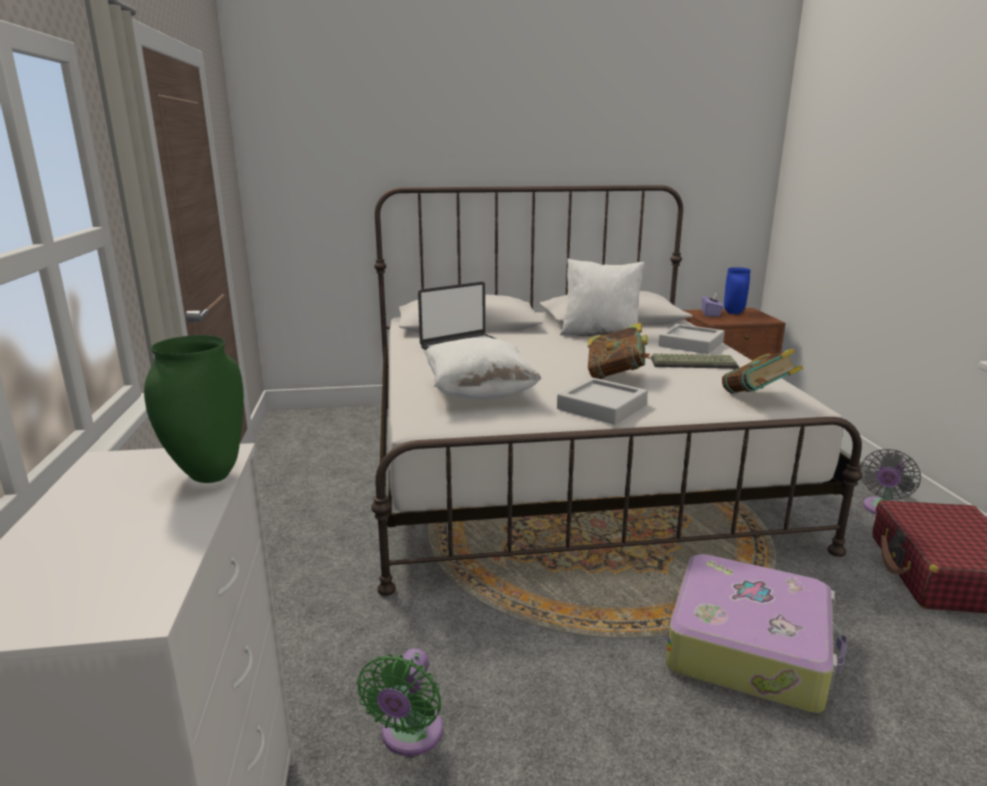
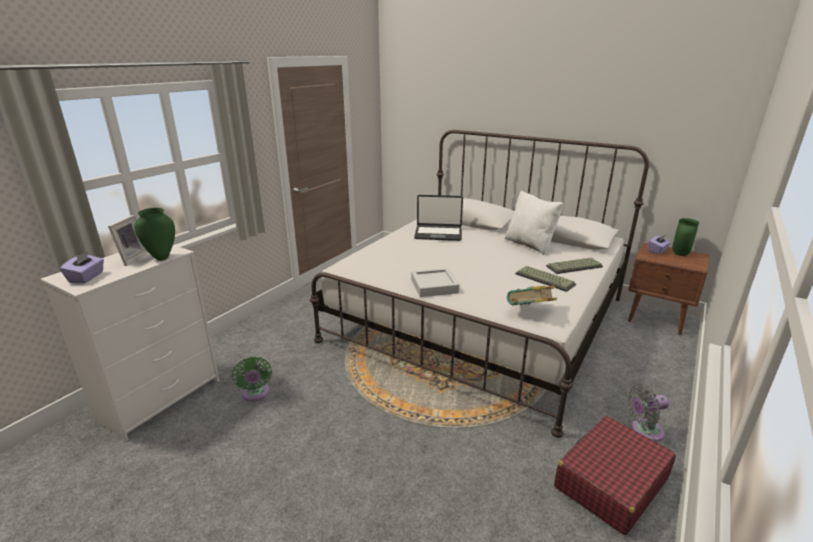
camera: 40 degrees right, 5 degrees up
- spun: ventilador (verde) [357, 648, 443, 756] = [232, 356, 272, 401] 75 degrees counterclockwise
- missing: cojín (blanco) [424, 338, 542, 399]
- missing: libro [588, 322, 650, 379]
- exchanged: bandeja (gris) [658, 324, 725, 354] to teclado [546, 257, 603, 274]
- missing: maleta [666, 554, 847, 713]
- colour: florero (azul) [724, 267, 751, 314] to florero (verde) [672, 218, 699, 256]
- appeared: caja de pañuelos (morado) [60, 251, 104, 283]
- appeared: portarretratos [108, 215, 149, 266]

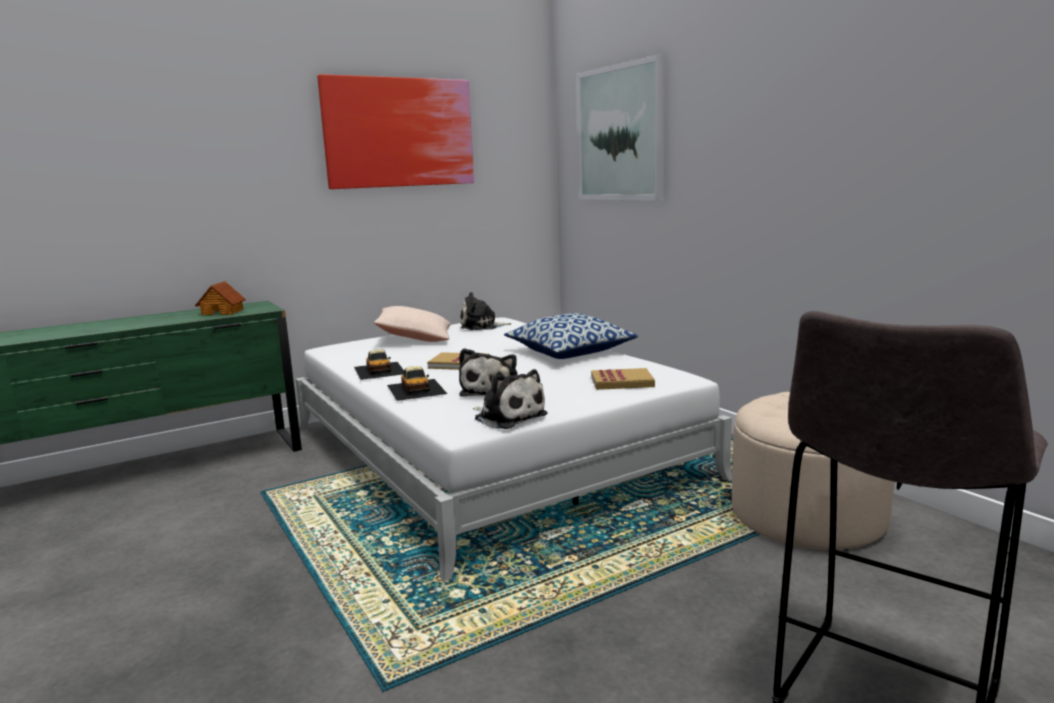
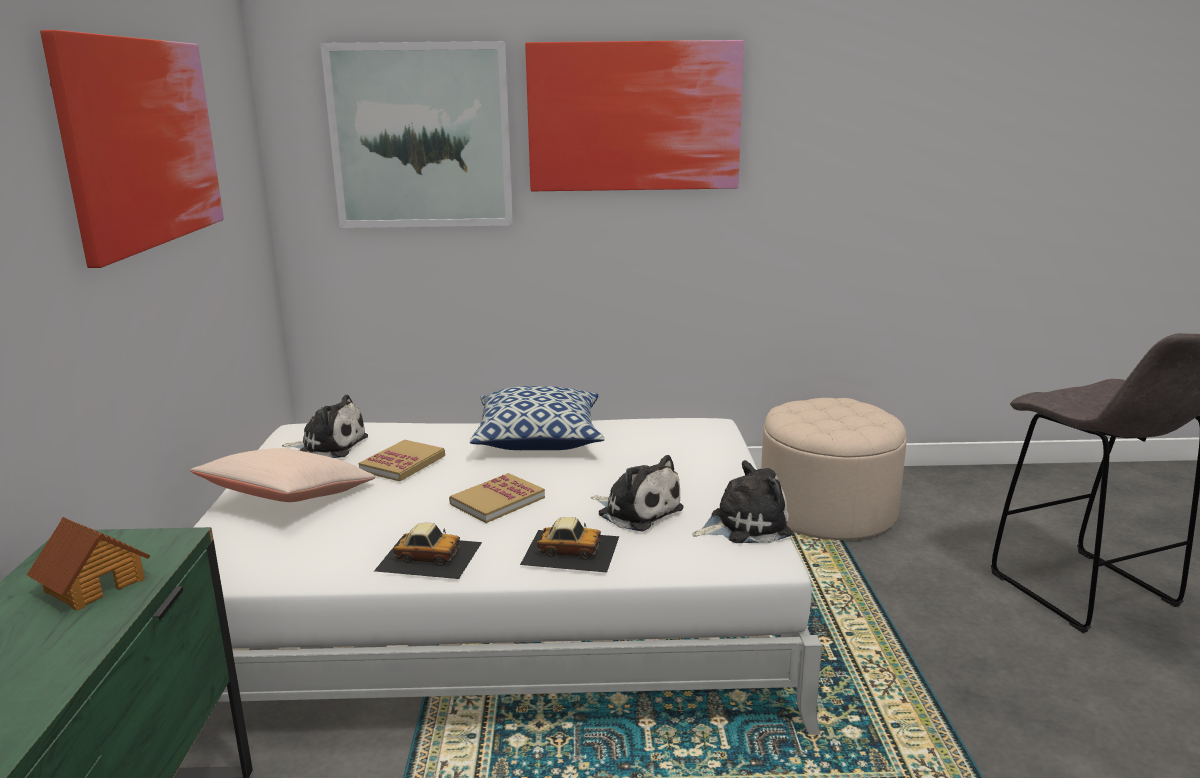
camera: 60 degrees left, 5 degrees up
- spun: peluche [460, 292, 511, 330] = [282, 395, 368, 458] 105 degrees counterclockwise
- relocated: libro [591, 368, 655, 390] to [359, 439, 445, 482]
- appeared: cuadro [525, 40, 744, 191]

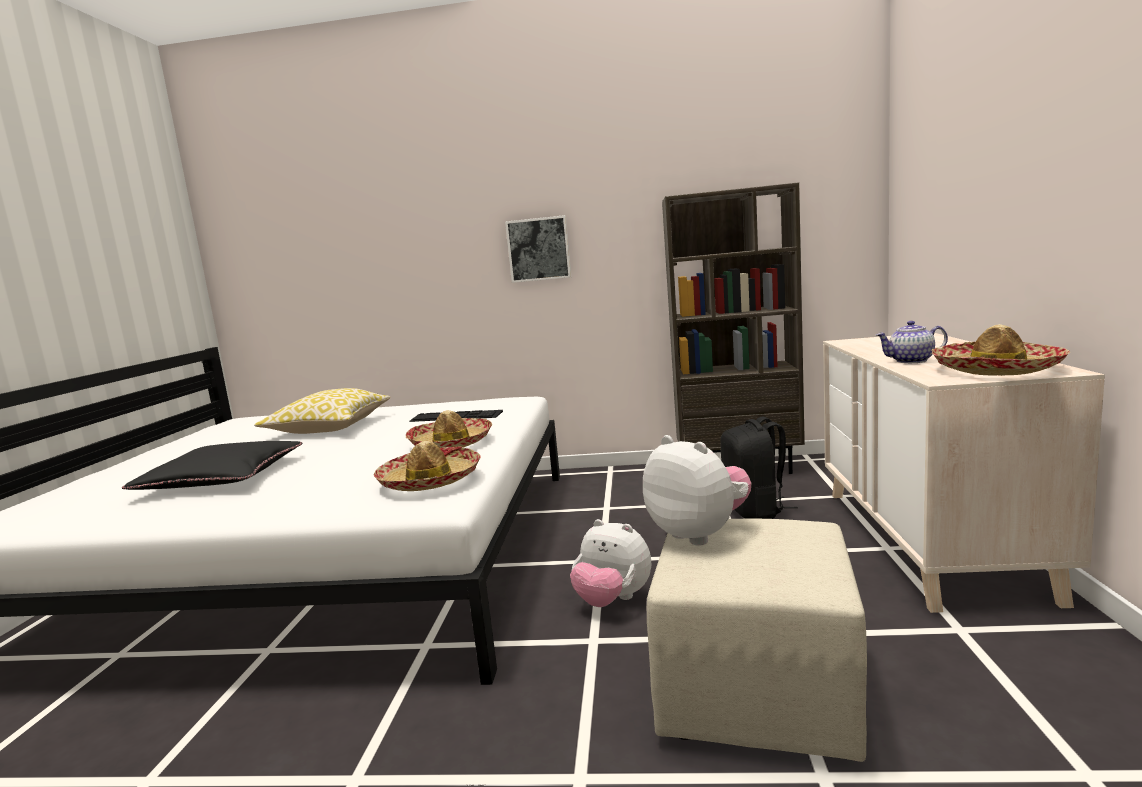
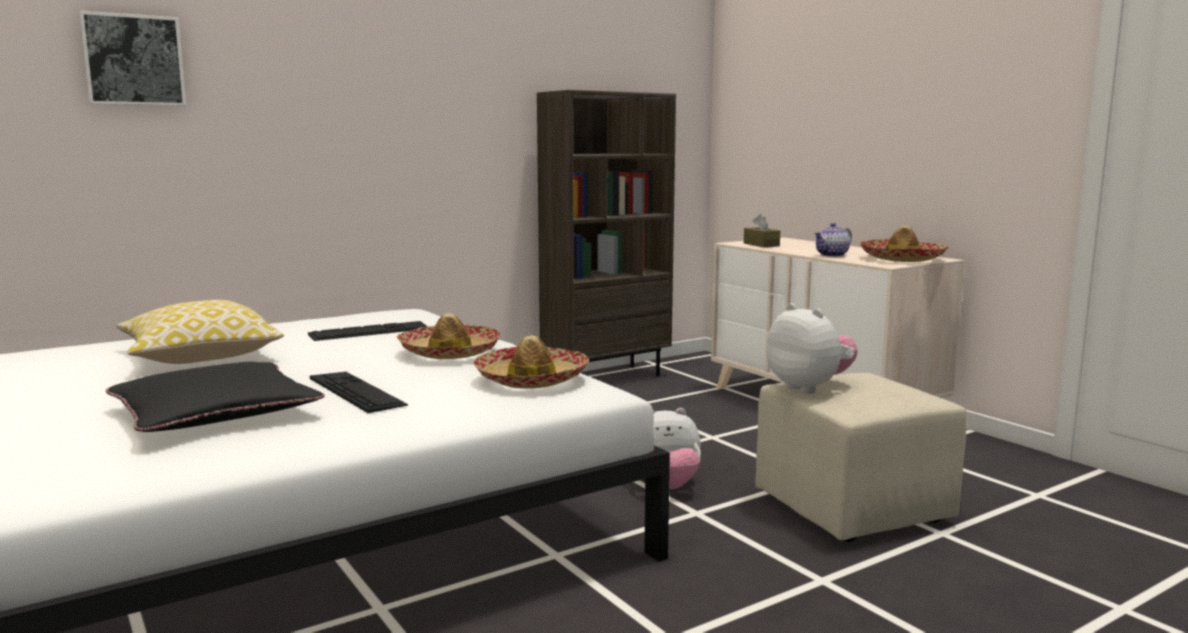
camera: 40 degrees left, 0 degrees up
- relocated: cuadro [505, 215, 571, 283] to [79, 11, 186, 106]
- spun: peluche [643, 435, 751, 546] = [766, 303, 858, 394] 45 degrees clockwise
- missing: mochila (negro) [720, 417, 798, 519]
- appeared: teclado [310, 372, 408, 413]
- appeared: caja de pañuelos (marrón) [744, 214, 780, 247]

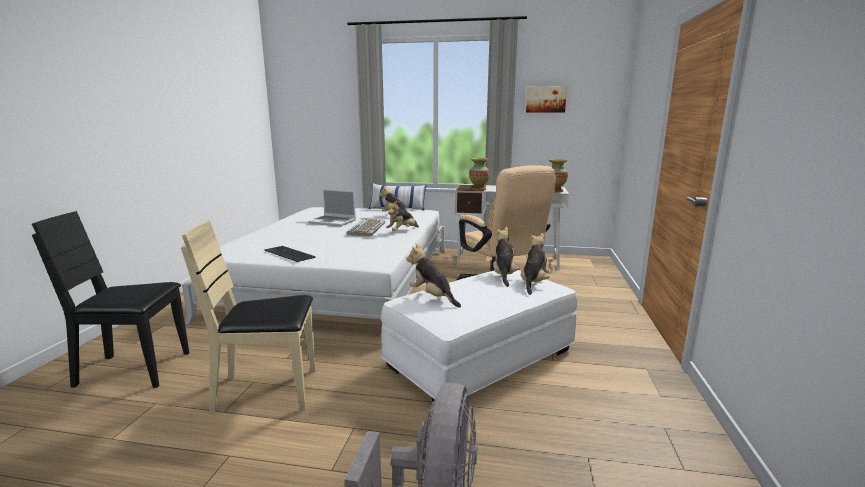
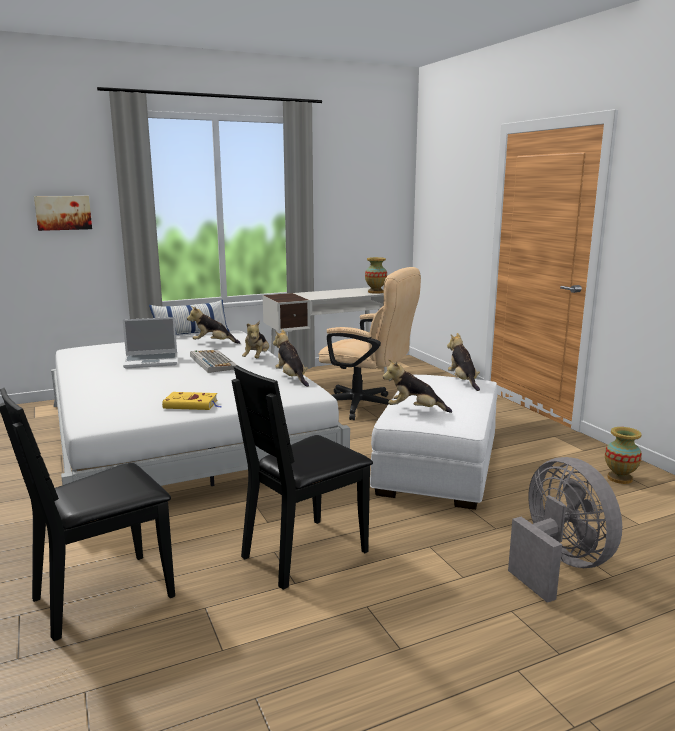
camera: 35 degrees left, 0 degrees up
- colour: silla (beis) [181, 220, 316, 413] to silla (negro) [232, 365, 373, 590]
- exchanged: teclado [265, 246, 316, 262] to libro (amarillo) [162, 392, 222, 410]
- relocated: florero [469, 158, 490, 191] to [605, 427, 642, 484]
- relocated: peluche [493, 227, 520, 287] to [273, 329, 309, 387]
- relocated: cuadro [526, 86, 567, 112] to [34, 196, 92, 231]

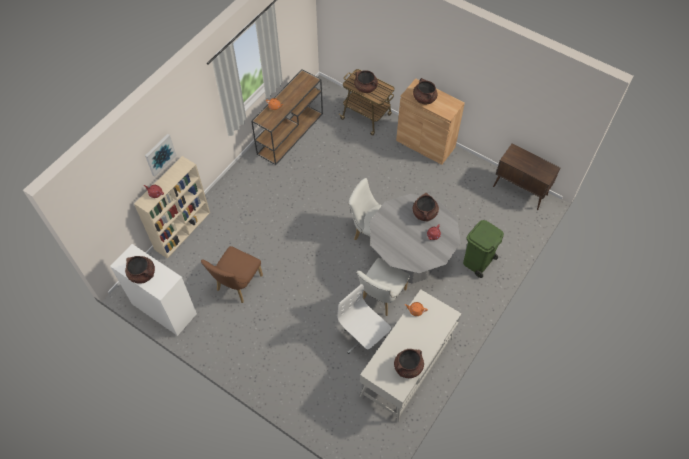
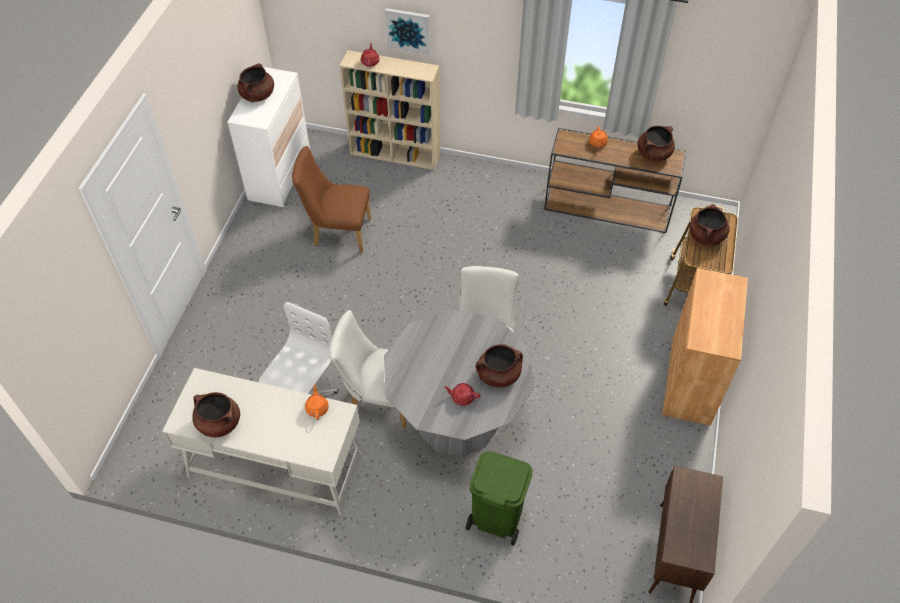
camera: 70 degrees right, 5 degrees down
- relocated: olla (marrón) [413, 78, 438, 104] to [638, 126, 675, 162]

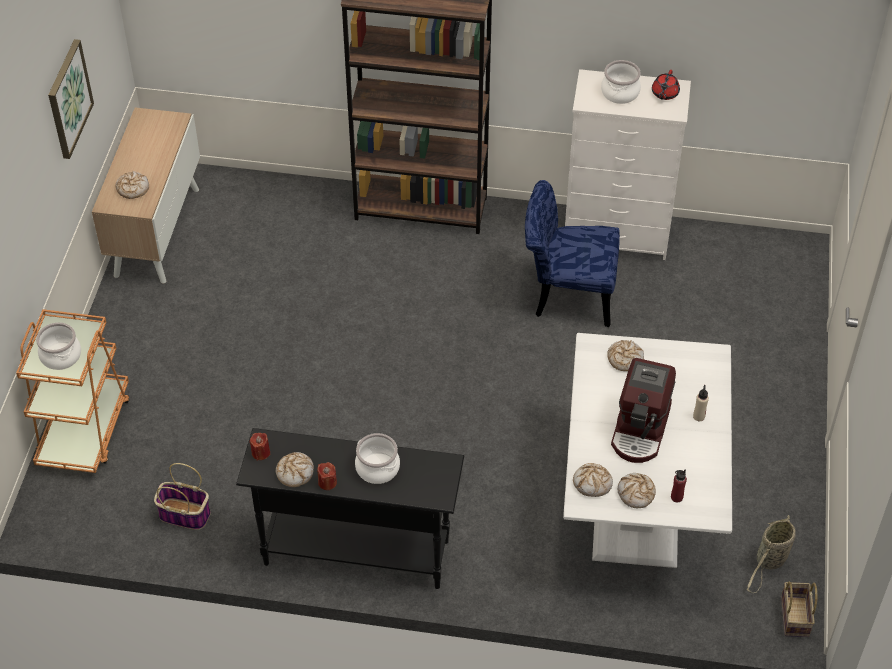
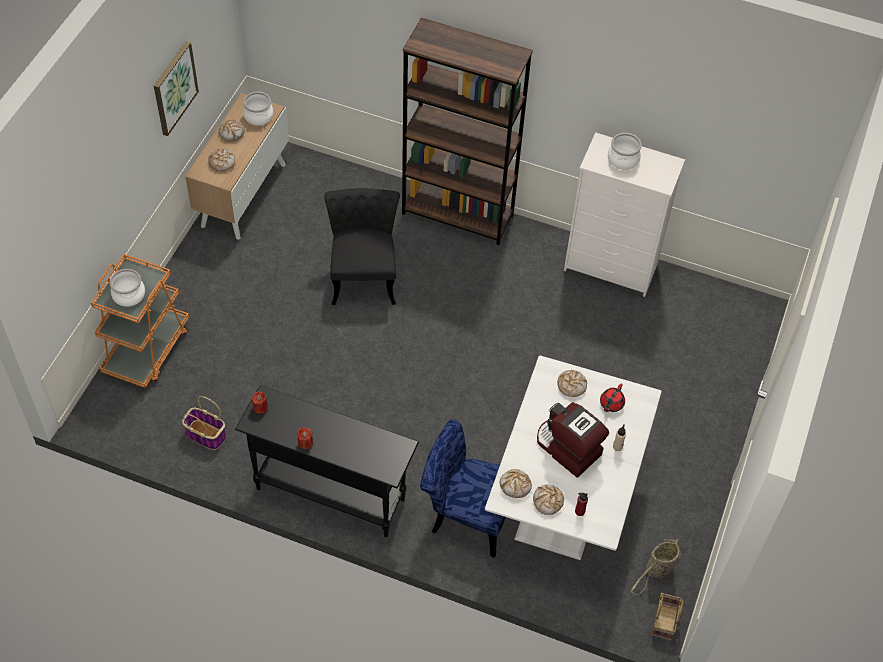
camera: 10 degrees right, 5 degrees up
- relocated: pan [276, 452, 314, 487] to [219, 119, 245, 142]
- relocated: olla [355, 433, 400, 484] to [243, 92, 273, 126]
- relocated: silla (azul) [525, 180, 620, 327] to [420, 419, 506, 558]
- spun: cafetera [611, 358, 676, 463] = [537, 402, 609, 478] 105 degrees clockwise
- relocated: tetera (rojo) [652, 70, 680, 100] to [600, 383, 625, 412]
- appeared: silla (negro) [324, 188, 400, 305]

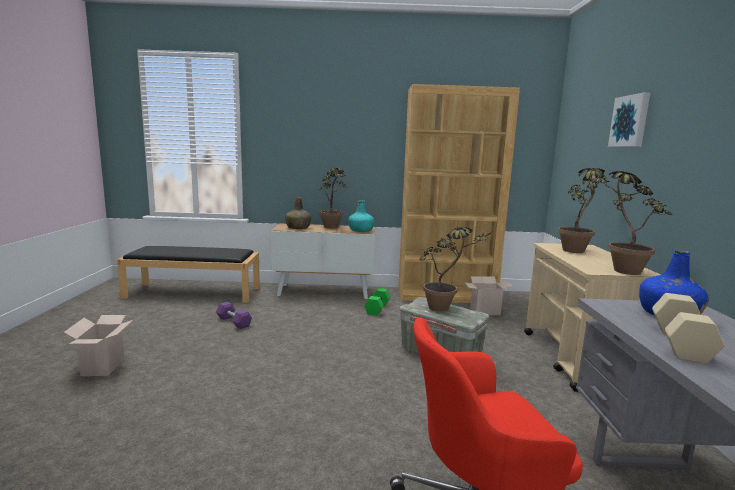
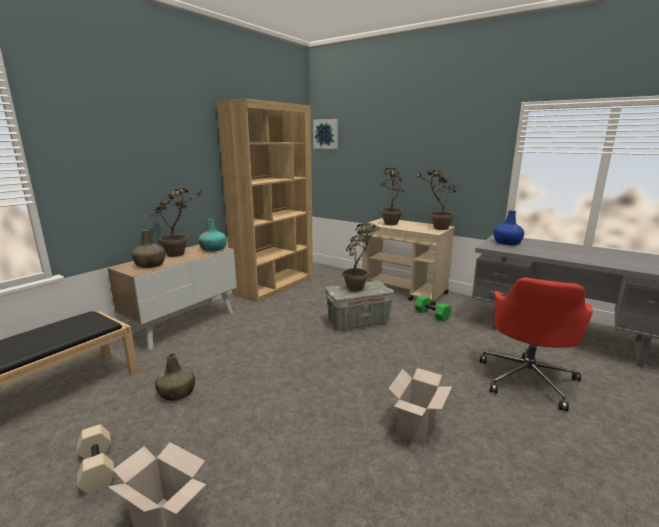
camera: 55 degrees left, 5 degrees up
- exchanged: mancuerna (morado) [216, 302, 252, 329] to botella (verde) [155, 353, 195, 401]
- relocated: mancuerna (verde) [364, 288, 390, 316] to [414, 295, 451, 322]
- relocated: caja de cartón [464, 276, 512, 315] to [388, 368, 452, 446]
- relocated: cuadro [608, 92, 650, 147] to [313, 119, 338, 149]
- relocated: mancuerna (beis) [652, 293, 724, 364] to [77, 424, 115, 495]

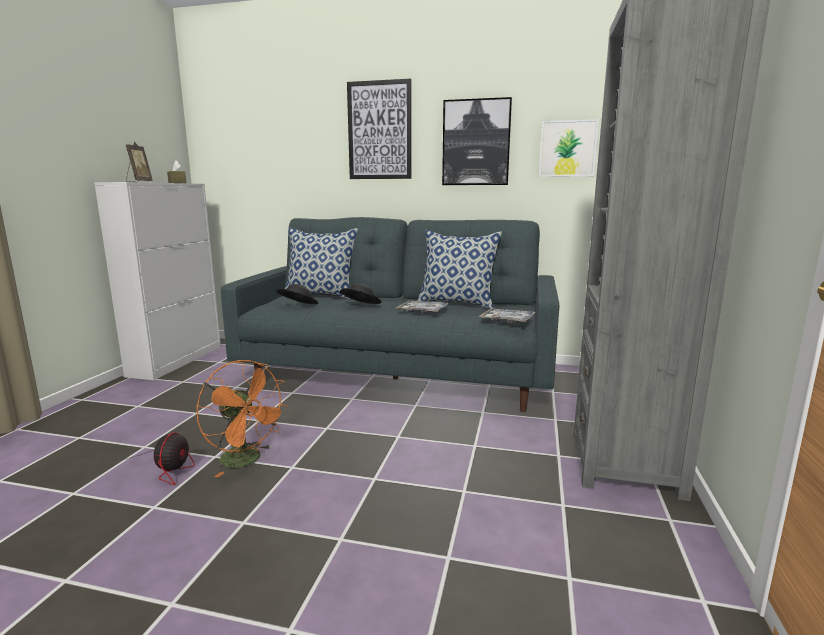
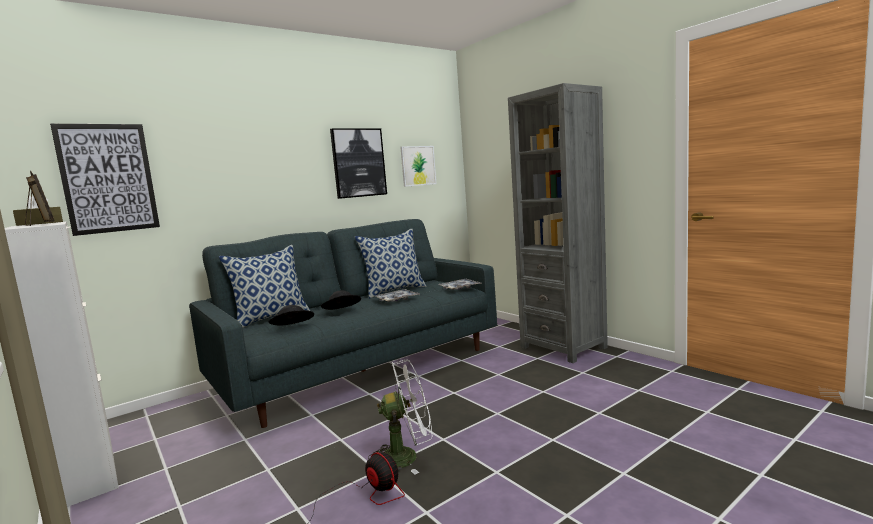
camera: 50 degrees left, 5 degrees down
- colour: ventilador (naranja) [197, 360, 288, 478] to ventilador (blanco) [368, 360, 432, 475]
- relocated: cuadro [347, 79, 412, 179] to [50, 124, 160, 236]

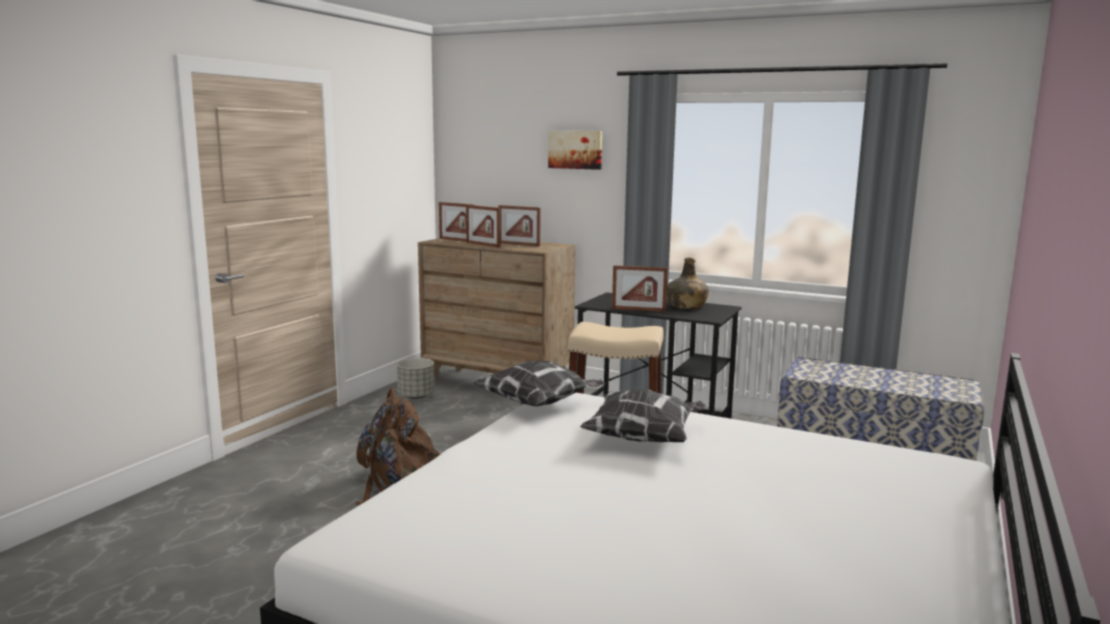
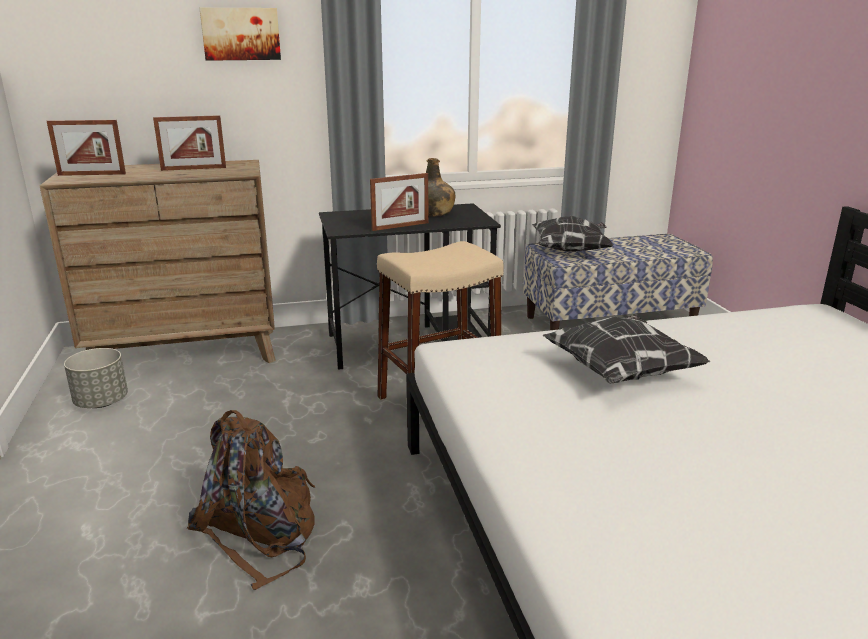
camera: 40 degrees left, 10 degrees up
- missing: portarretratos [466, 205, 500, 247]
- relocated: cojín [473, 360, 605, 406] to [532, 216, 614, 252]

